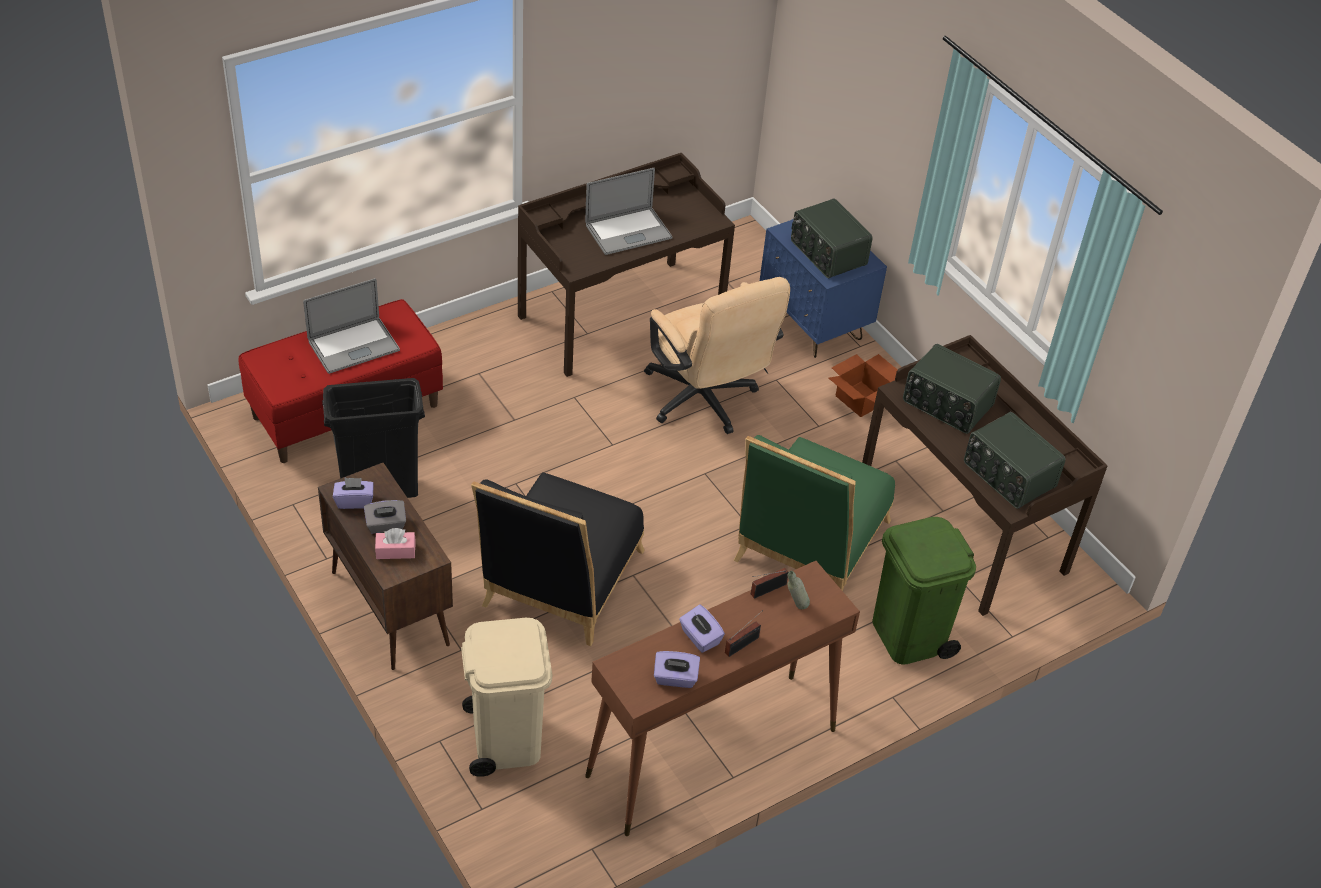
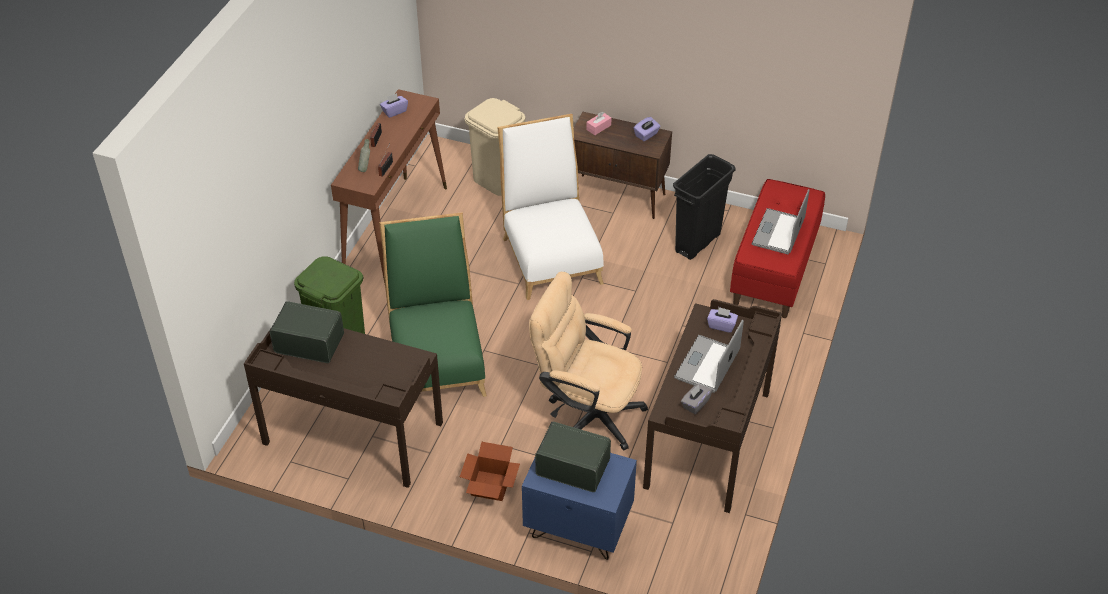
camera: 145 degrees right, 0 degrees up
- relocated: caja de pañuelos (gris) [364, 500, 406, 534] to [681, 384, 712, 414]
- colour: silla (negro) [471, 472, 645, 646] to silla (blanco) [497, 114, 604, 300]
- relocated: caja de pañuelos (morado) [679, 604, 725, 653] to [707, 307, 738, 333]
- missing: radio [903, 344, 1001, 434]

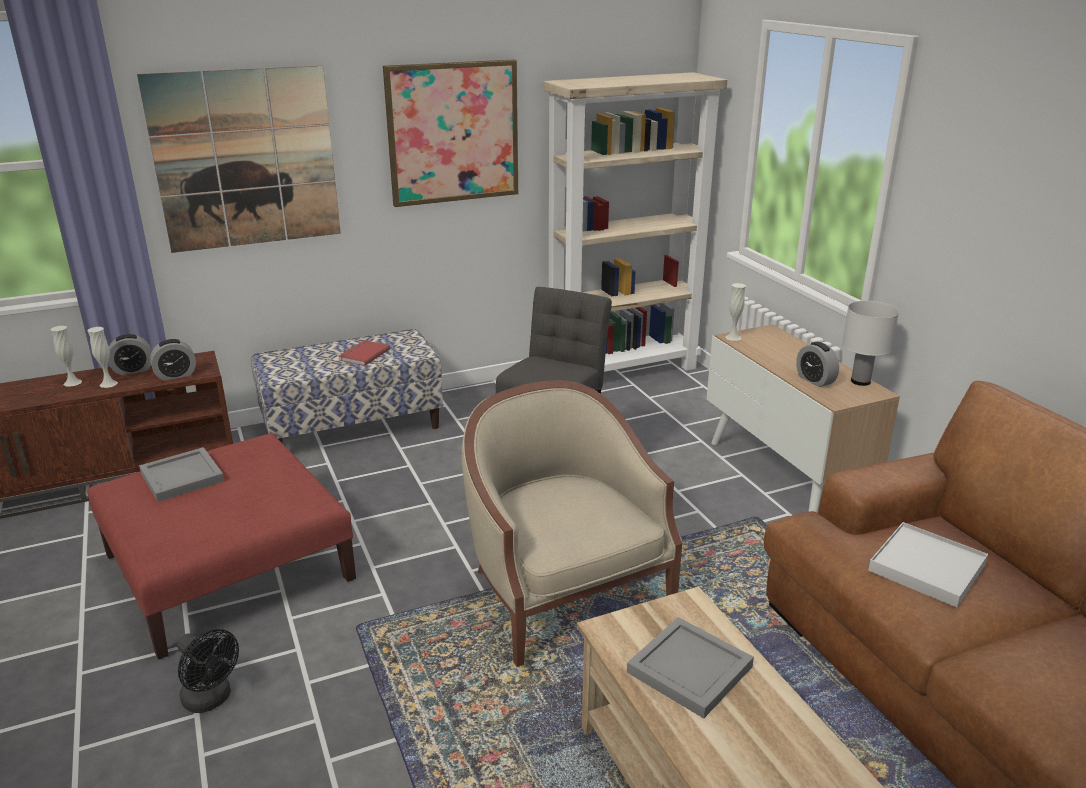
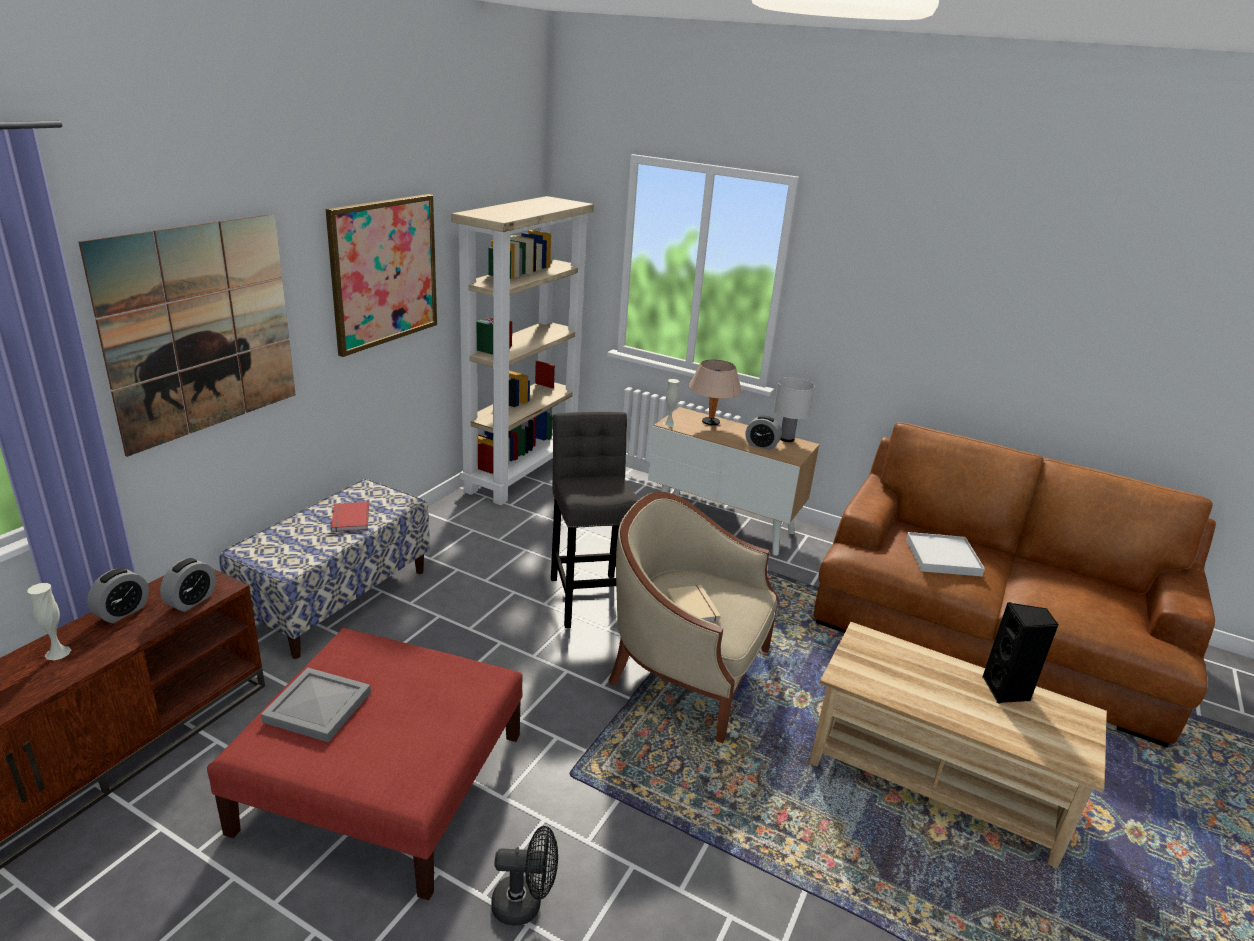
camera: 40 degrees left, 0 degrees up
- missing: florero (blanco) [88, 327, 118, 388]
- missing: bandeja (gris) [627, 617, 754, 718]
- appeared: libro (beis) [666, 585, 721, 622]
- appeared: lámpara de mesa (beis) [688, 360, 742, 425]
- appeared: altavoz (negro) [983, 602, 1059, 704]

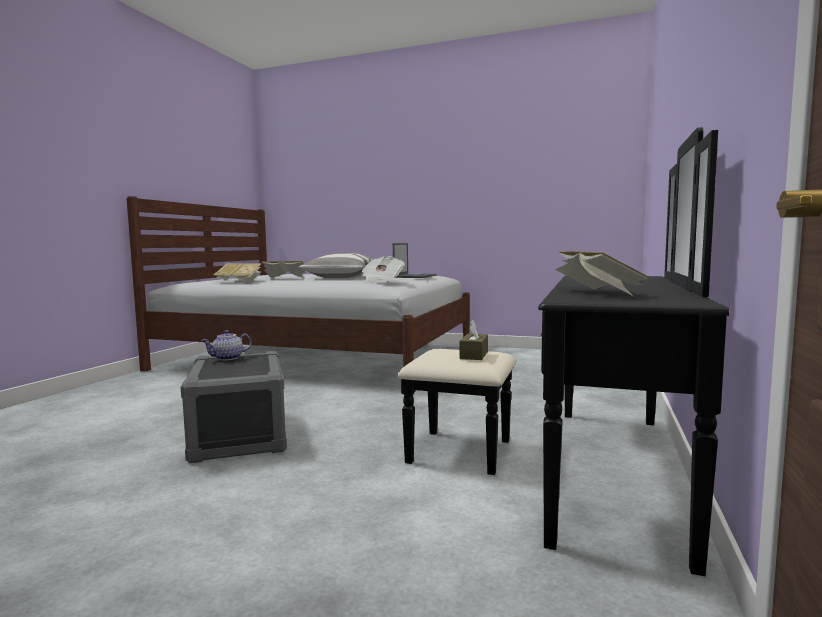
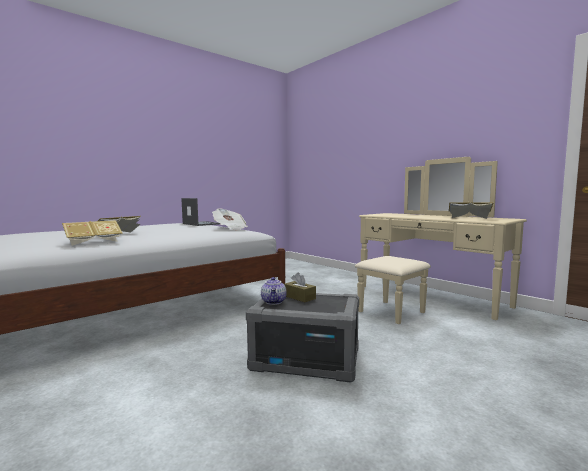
camera: 60 degrees left, 0 degrees up
- missing: cojín [299, 253, 372, 279]
- colour: cómoda (negro) [397, 127, 729, 576] to cómoda (beis) [355, 157, 527, 324]
- relocated: caja de pañuelos (marrón) [459, 320, 488, 360] to [284, 273, 316, 302]

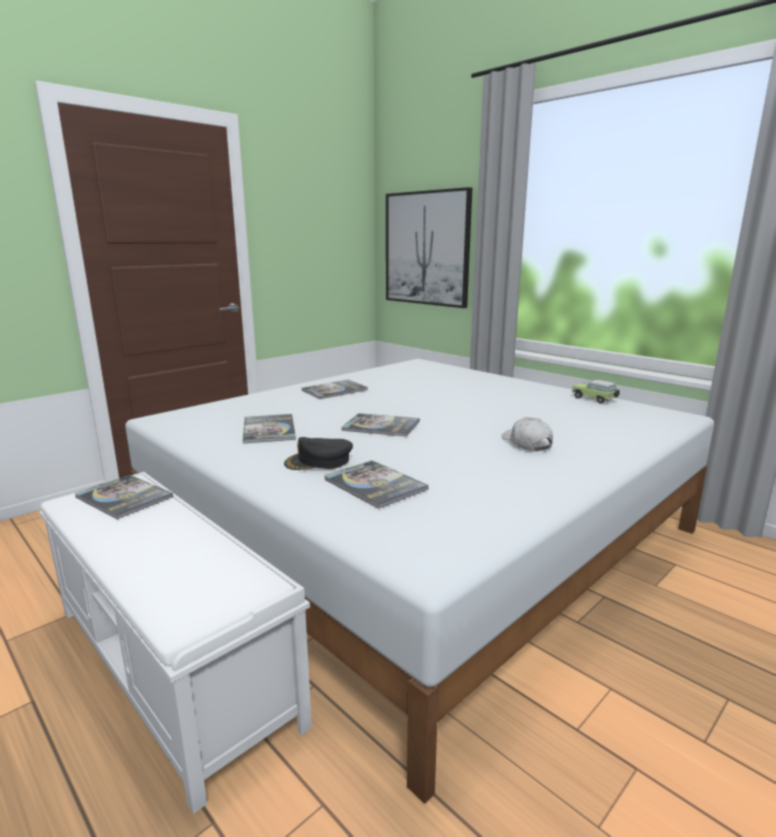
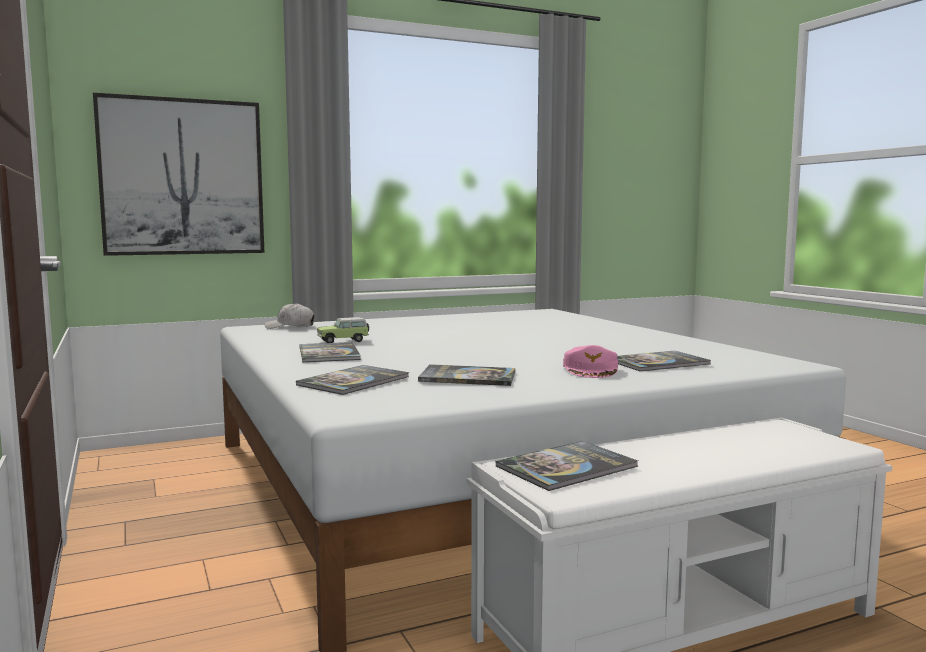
camera: 70 degrees left, 10 degrees down
- colour: gorra (negro) [284, 437, 353, 470] to gorra (rosa) [563, 345, 618, 378]
- relocated: libro [341, 413, 420, 437] to [296, 365, 409, 395]
- relocated: gorra (blanco) [501, 417, 553, 451] to [265, 303, 314, 329]
- relocated: coche de juguete [572, 380, 620, 403] to [317, 317, 369, 343]

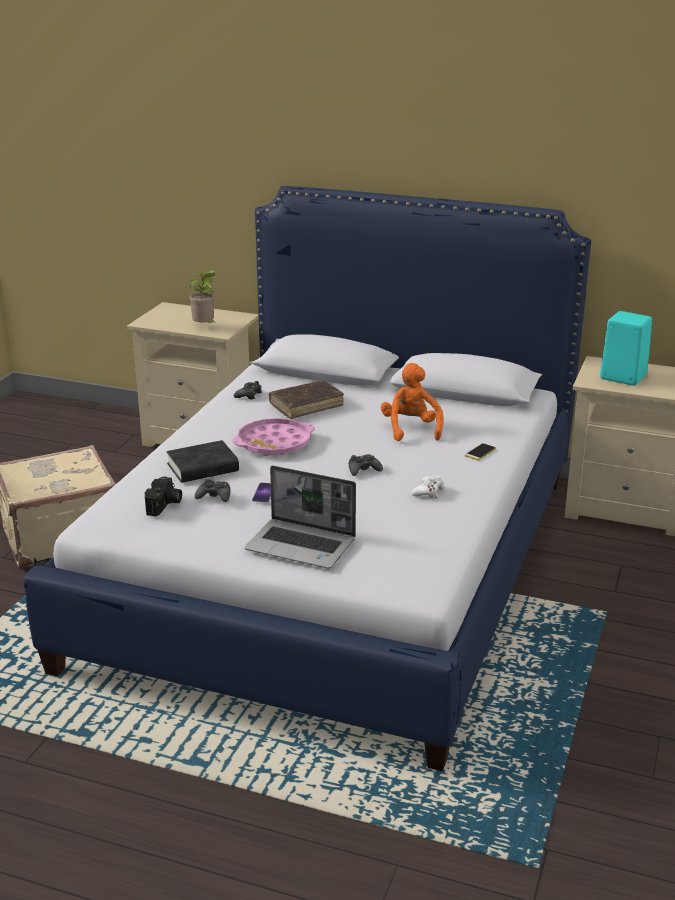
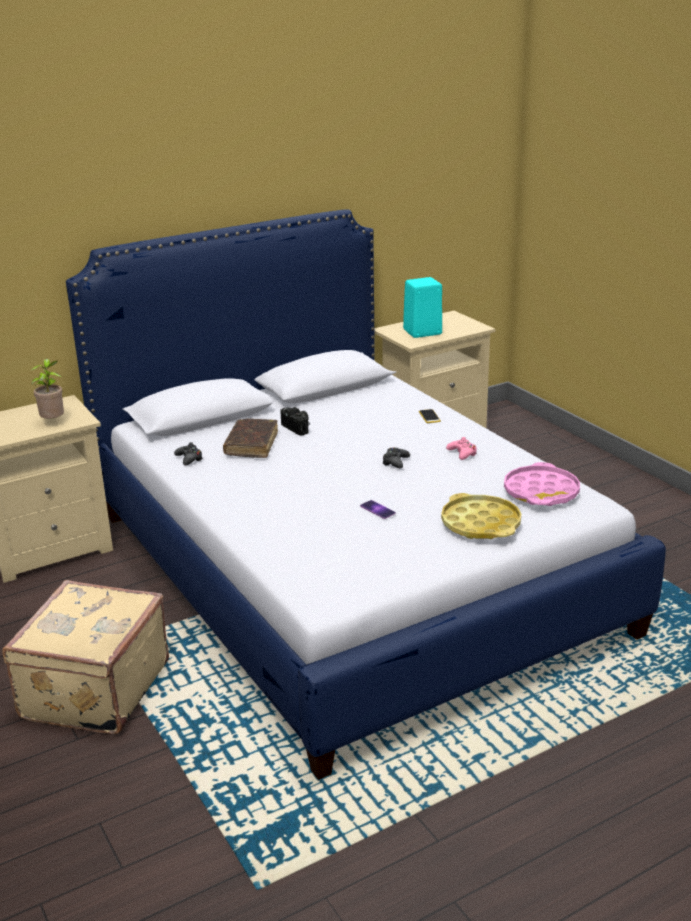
camera: 50 degrees left, 0 degrees up
- relocated: cámara [144, 477, 182, 516] to [280, 407, 310, 436]
- missing: libro (negro) [166, 440, 239, 483]
- missing: mando de consola (negro) [195, 478, 231, 502]
- relocated: bandeja (rosa) [233, 418, 315, 456] to [504, 462, 580, 506]
- exchanged: portátil [245, 466, 356, 569] to bandeja (amarillo) [441, 493, 521, 539]
- missing: peluche (naranja) [381, 363, 444, 441]
- colour: mando de consola (blanco) [412, 476, 444, 499] to mando de consola (rosa) [446, 437, 477, 460]

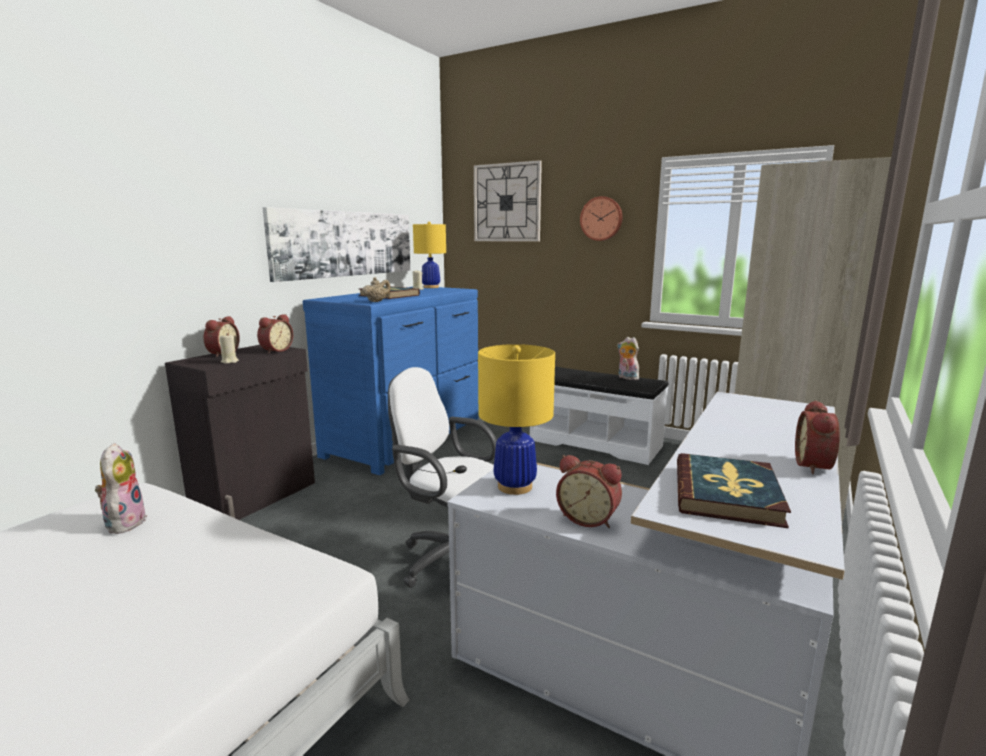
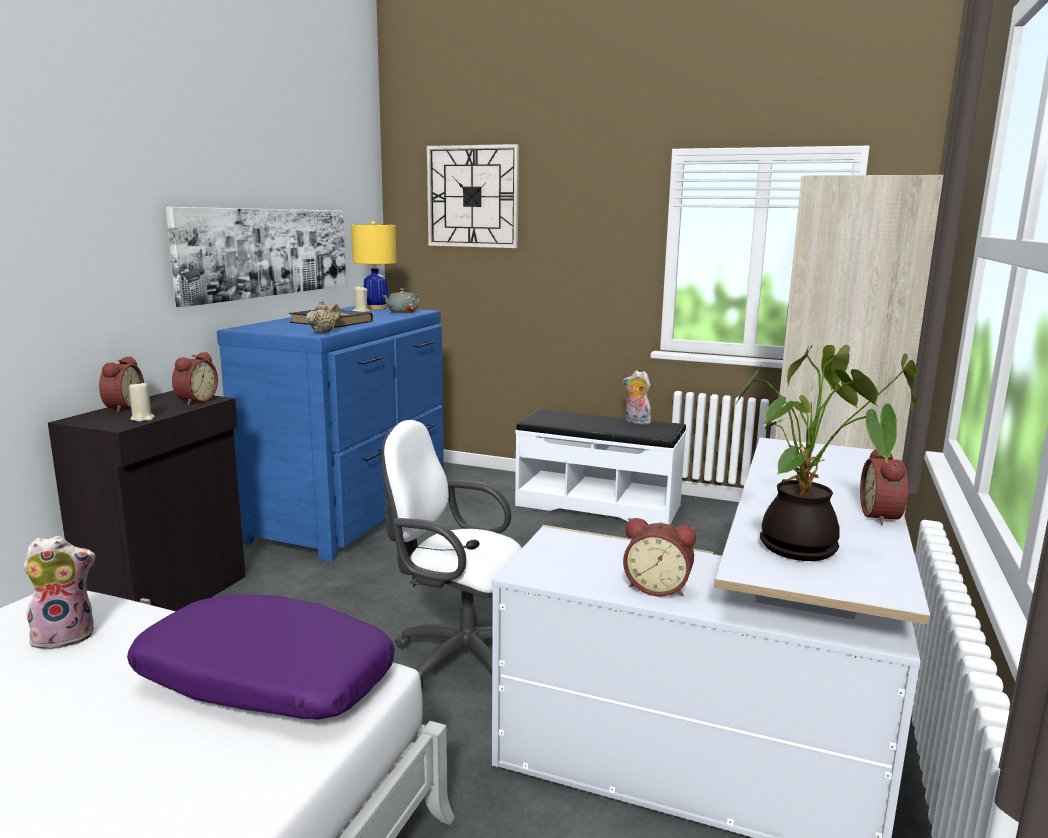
camera: 10 degrees left, 0 degrees up
- spun: peluche [95, 443, 147, 534] = [23, 536, 96, 649] 90 degrees clockwise
- missing: lámpara de mesa (amarillo) [478, 344, 555, 495]
- missing: reloj de pared [580, 196, 623, 241]
- exchanged: libro [677, 453, 791, 528] to planta en maceta [737, 345, 917, 561]
- appeared: cojín (morado) [127, 595, 395, 720]
- appeared: tetera (gris) [382, 288, 420, 313]

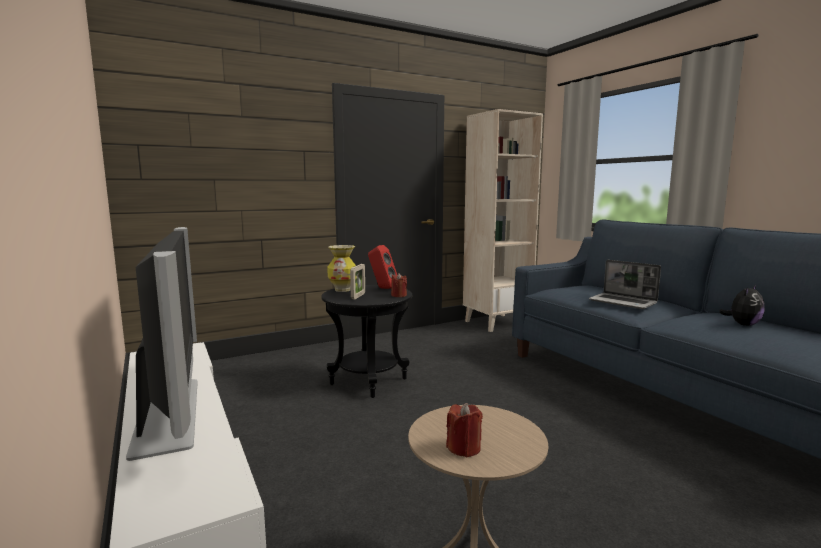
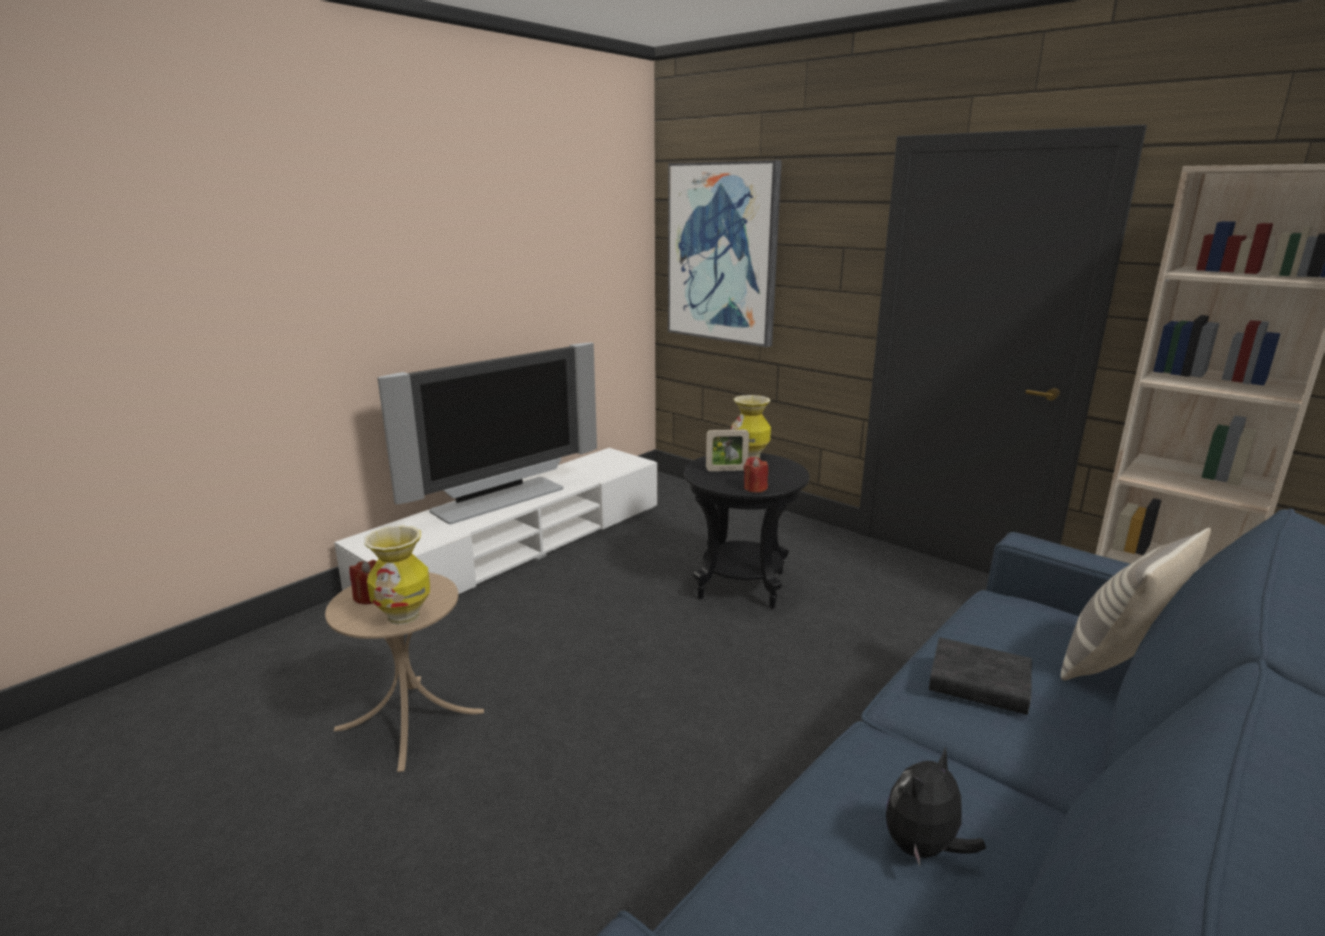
camera: 70 degrees right, 10 degrees up
- missing: altavoz (rojo) [368, 245, 397, 289]
- exchanged: portátil [589, 260, 661, 309] to libro (negro) [929, 637, 1032, 715]
- spun: peluche [719, 285, 765, 326] = [886, 747, 986, 866] 105 degrees clockwise
- appeared: florero [364, 525, 430, 625]
- appeared: cuadro [668, 160, 782, 347]
- appeared: cojín [1061, 528, 1212, 681]

